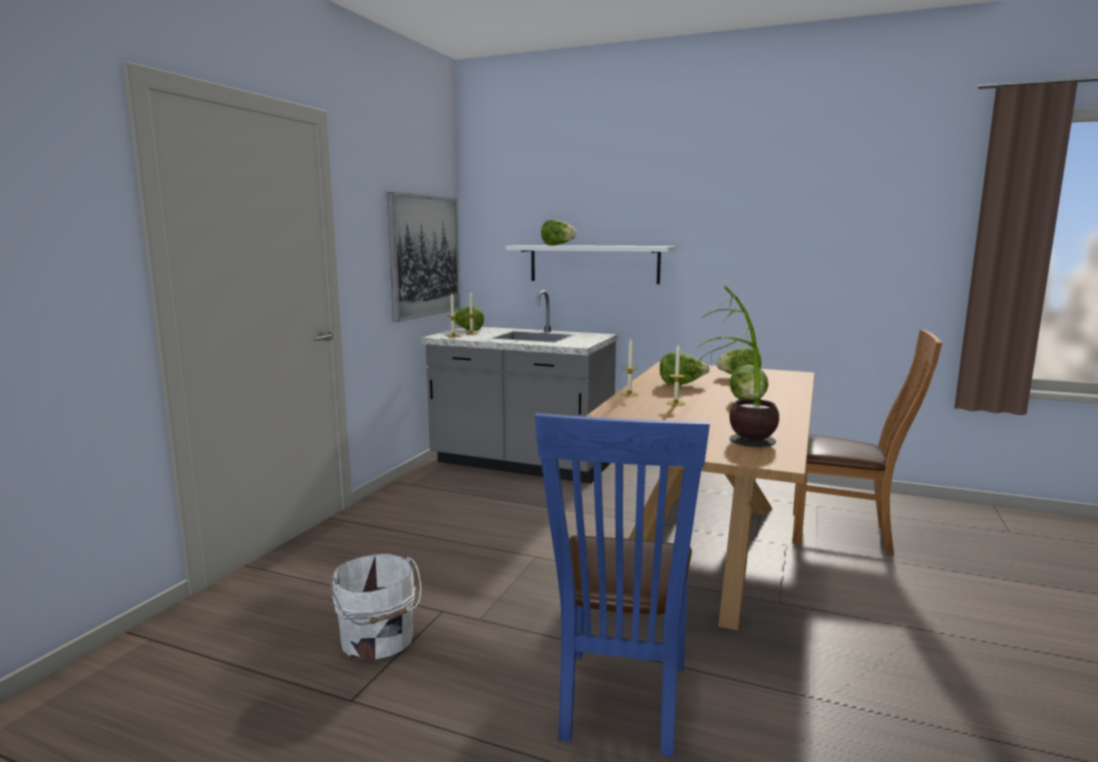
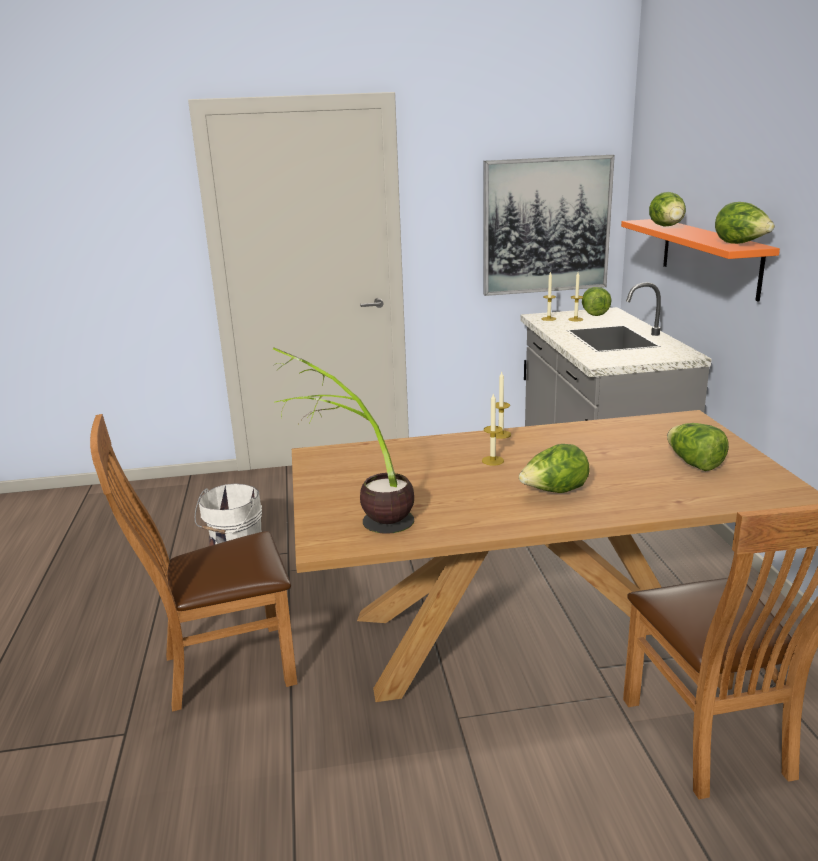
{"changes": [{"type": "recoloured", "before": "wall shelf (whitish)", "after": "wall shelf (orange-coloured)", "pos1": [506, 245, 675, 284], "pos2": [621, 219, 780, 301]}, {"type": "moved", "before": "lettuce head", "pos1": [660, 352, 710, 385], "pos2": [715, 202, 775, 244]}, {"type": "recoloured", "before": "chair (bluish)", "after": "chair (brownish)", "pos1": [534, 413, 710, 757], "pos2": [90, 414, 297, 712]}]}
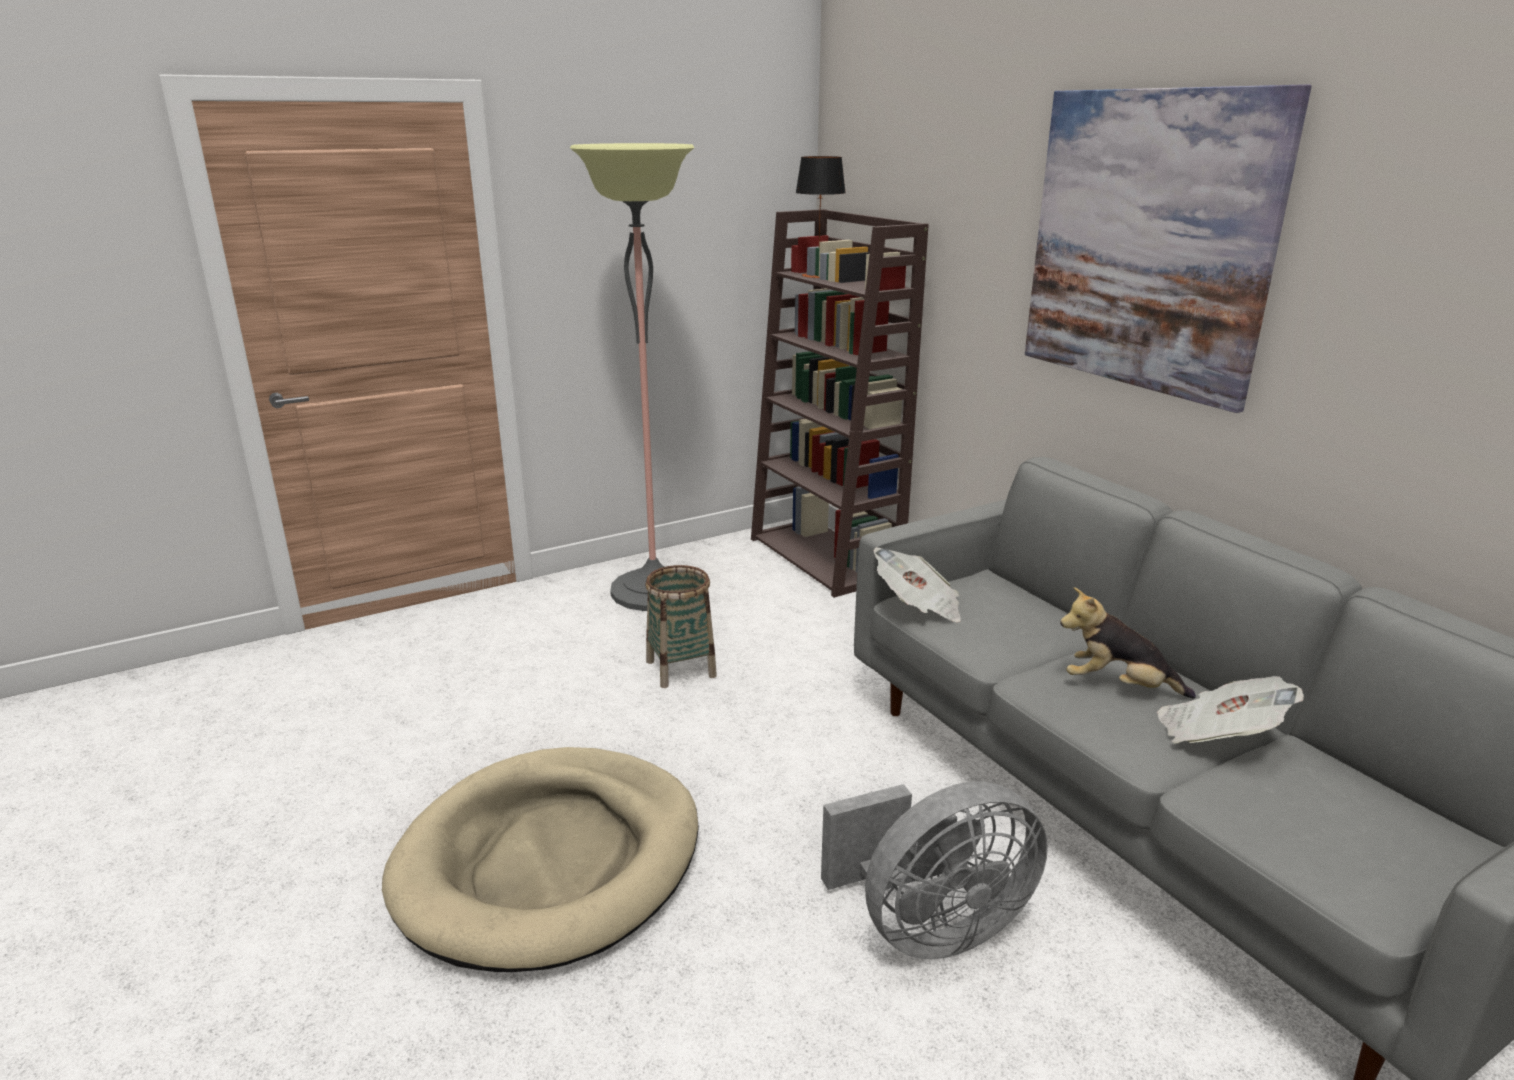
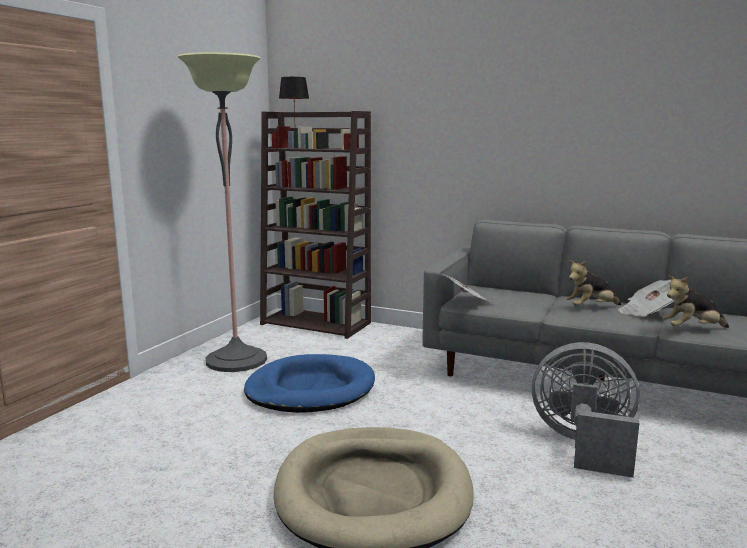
{"changes": [{"type": "removed", "before": "picture", "pos1": [1025, 85, 1312, 413]}, {"type": "replaced", "before": "basket", "after": "dog bed (bluish)", "pos1": [645, 565, 717, 688], "pos2": [244, 354, 375, 413]}, {"type": "turned", "before": "electric fan (grey)", "pos1": [821, 781, 1048, 959], "pos2": [532, 342, 640, 478], "turn": -105}, {"type": "added", "after": "cuddly toy", "pos2": [663, 275, 729, 328]}]}
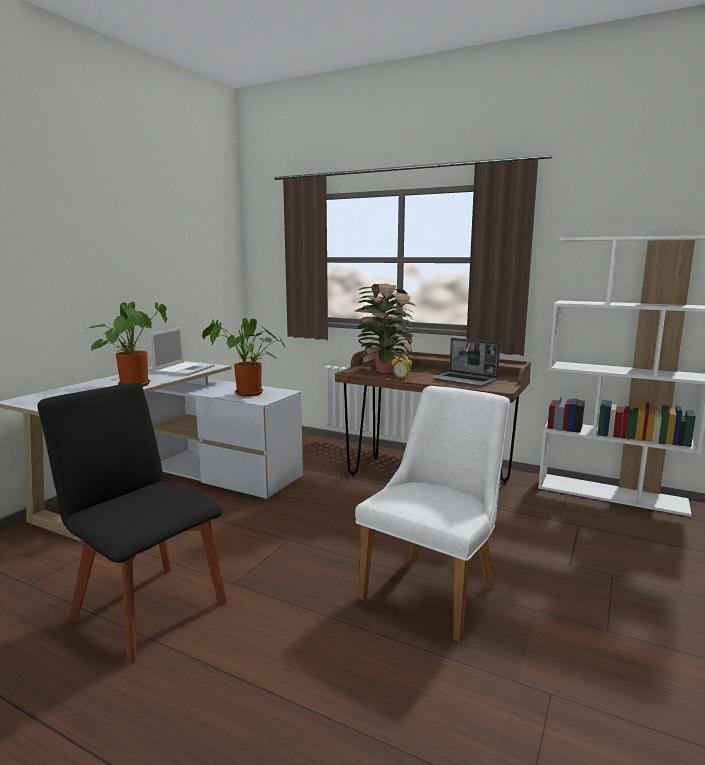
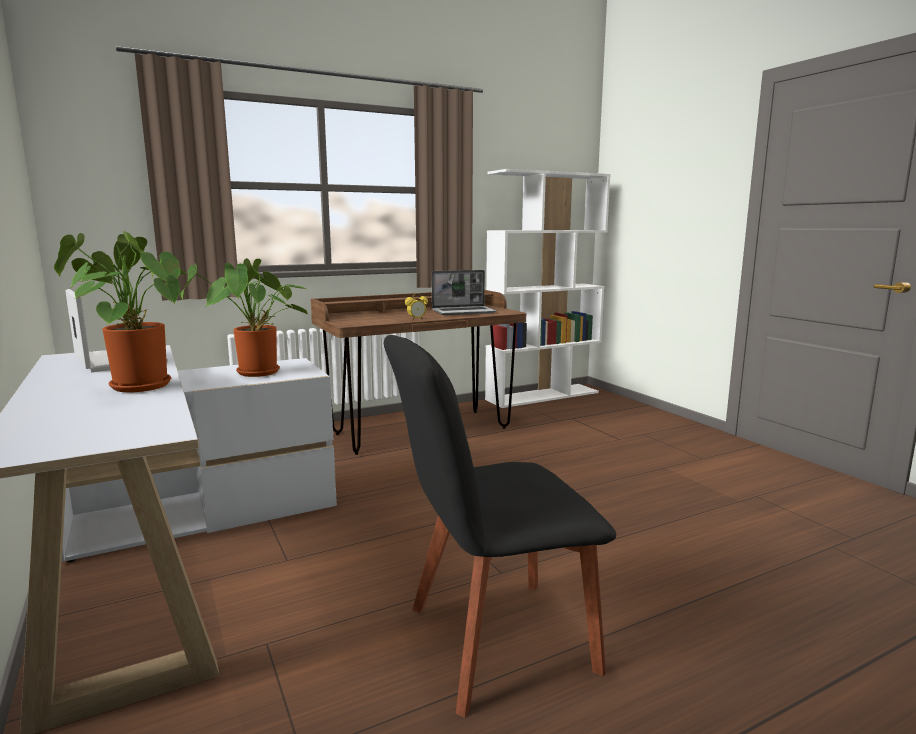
{"changes": [{"type": "removed", "before": "potted plant", "pos1": [355, 284, 417, 373]}, {"type": "removed", "before": "chair (whitish)", "pos1": [355, 386, 510, 643]}]}
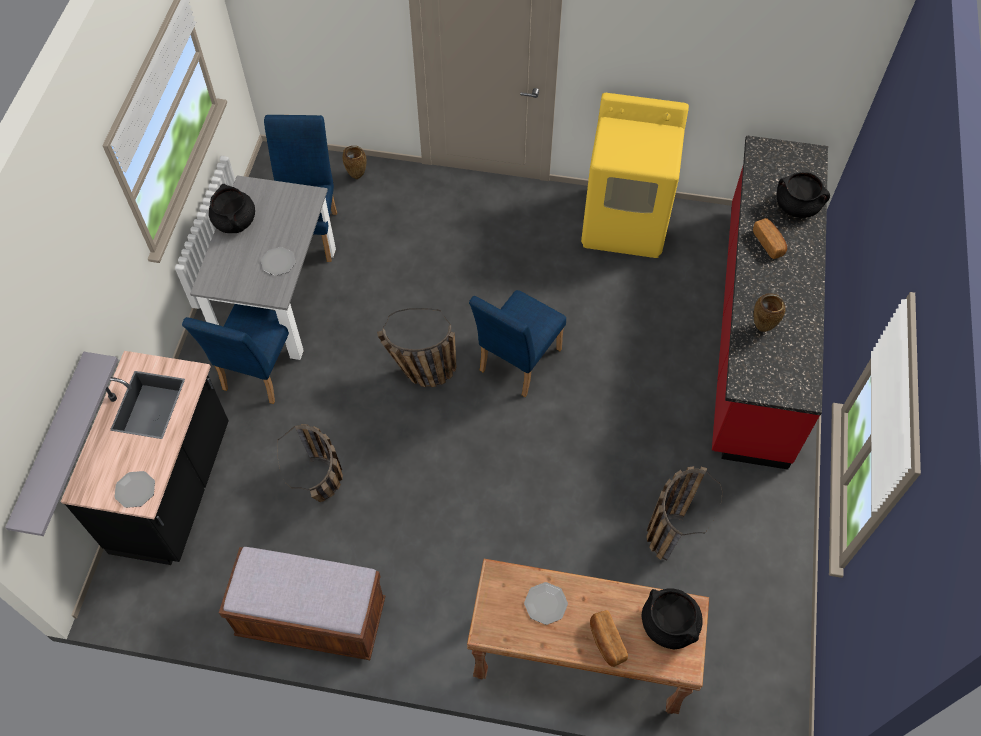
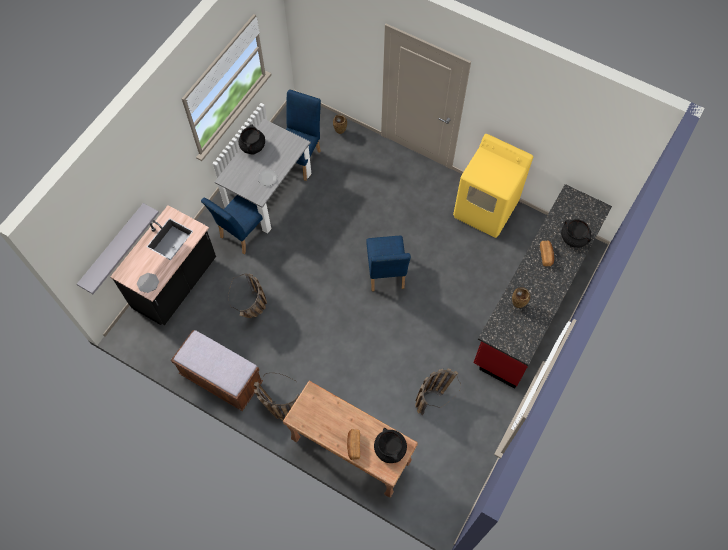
{"changes": [{"type": "turned", "before": "chair (bluish)", "pos1": [469, 290, 566, 397], "pos2": [366, 236, 411, 291], "turn": -60}, {"type": "moved", "before": "basket", "pos1": [377, 308, 456, 387], "pos2": [254, 373, 299, 421]}, {"type": "removed", "before": "plate", "pos1": [524, 582, 568, 625]}]}
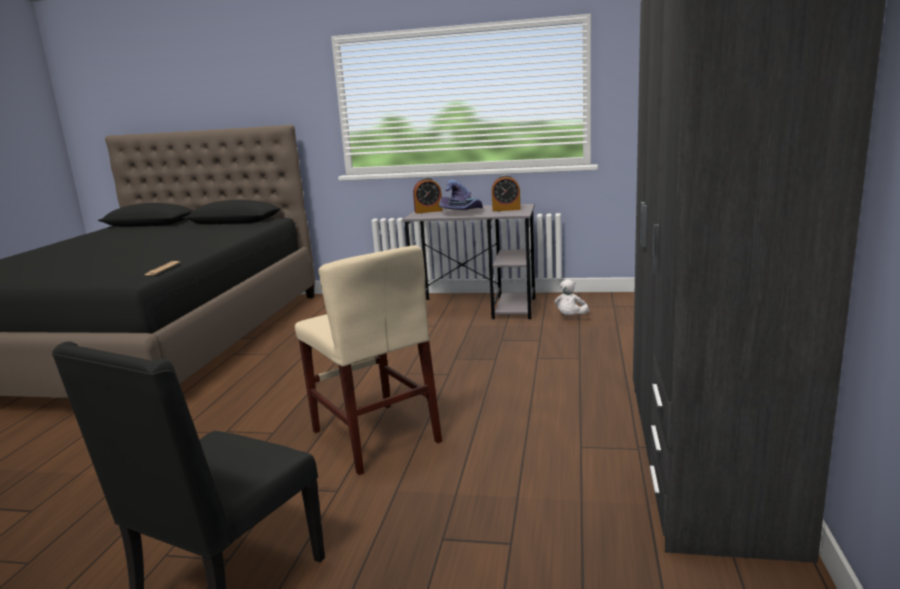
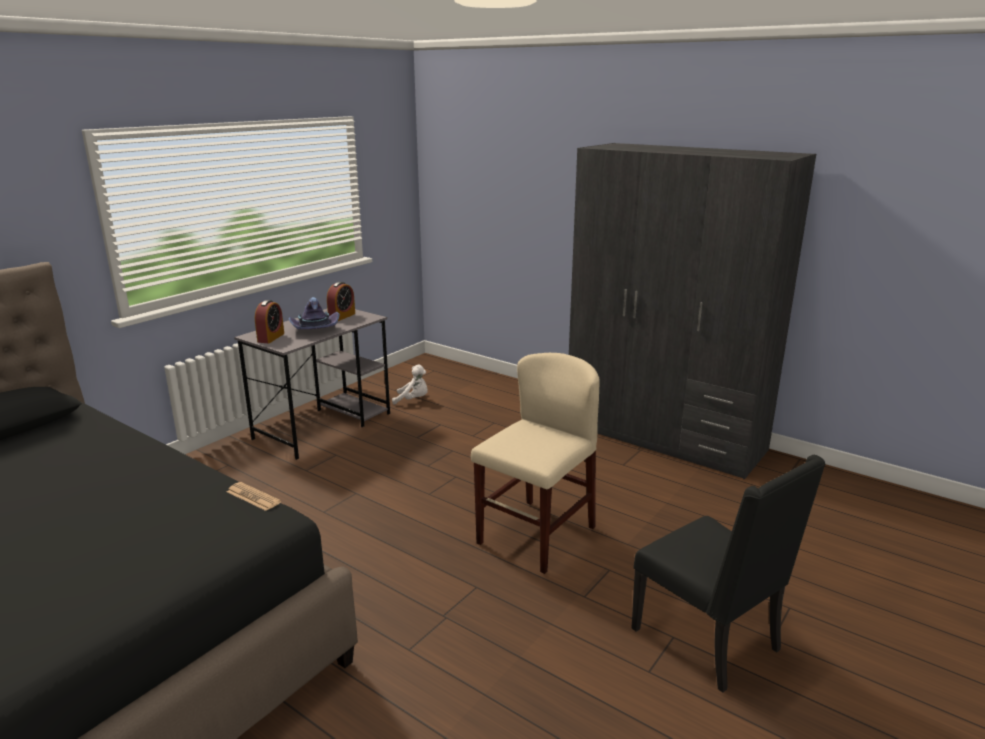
{"changes": [{"type": "turned", "before": "chair (beige)", "pos1": [295, 245, 442, 475], "pos2": [471, 353, 600, 574], "turn": -45}, {"type": "turned", "before": "cuddly toy (whitish)", "pos1": [555, 279, 589, 315], "pos2": [392, 365, 428, 405], "turn": -45}]}
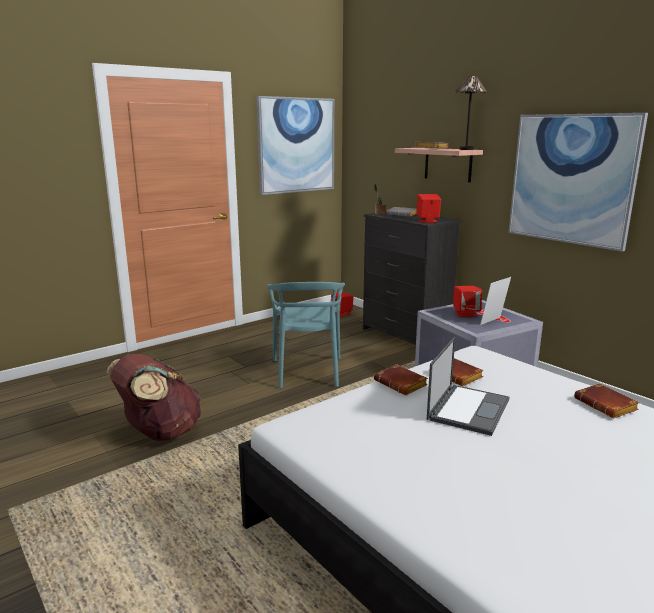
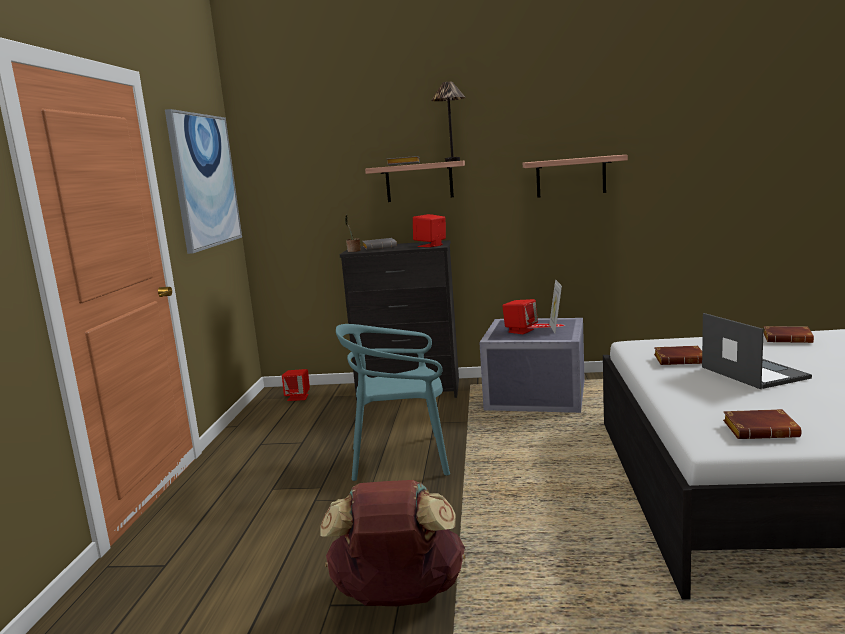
{"changes": [{"type": "replaced", "before": "picture", "after": "wall shelf", "pos1": [508, 113, 648, 252], "pos2": [523, 155, 628, 198]}, {"type": "turned", "before": "chair (turquoise-coloured)", "pos1": [267, 282, 345, 389], "pos2": [336, 324, 450, 481], "turn": 135}, {"type": "moved", "before": "bound book (brownish)", "pos1": [374, 364, 428, 395], "pos2": [723, 409, 801, 439]}]}
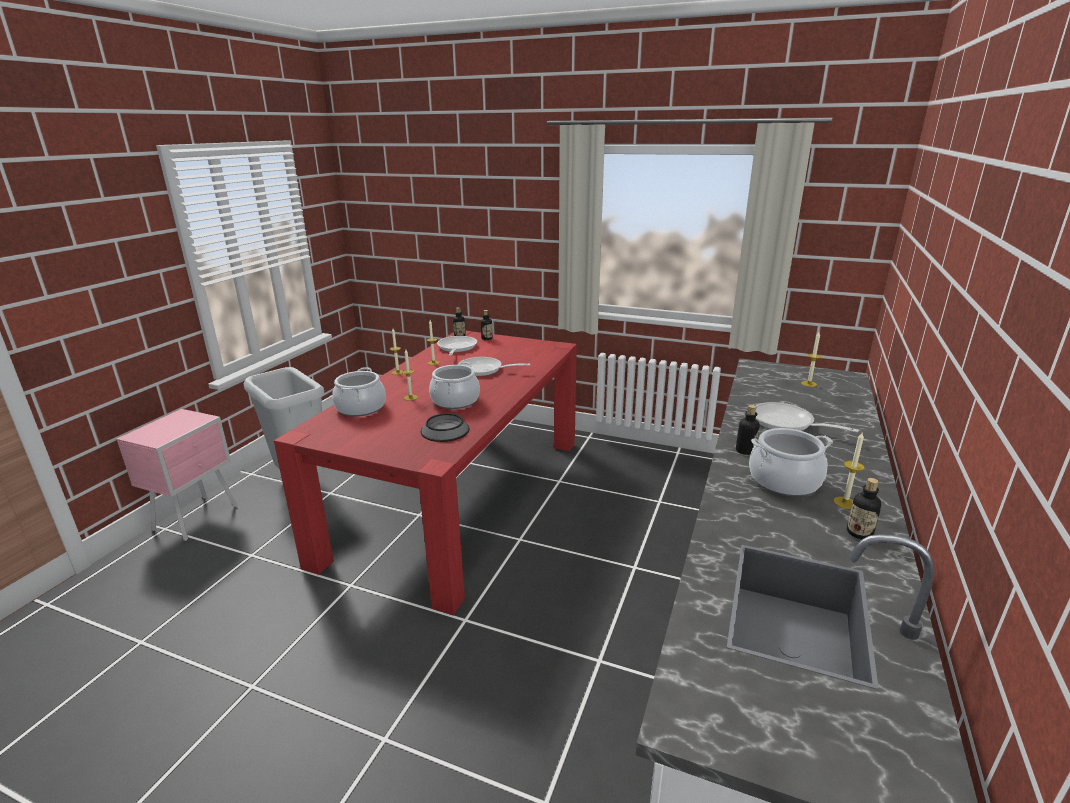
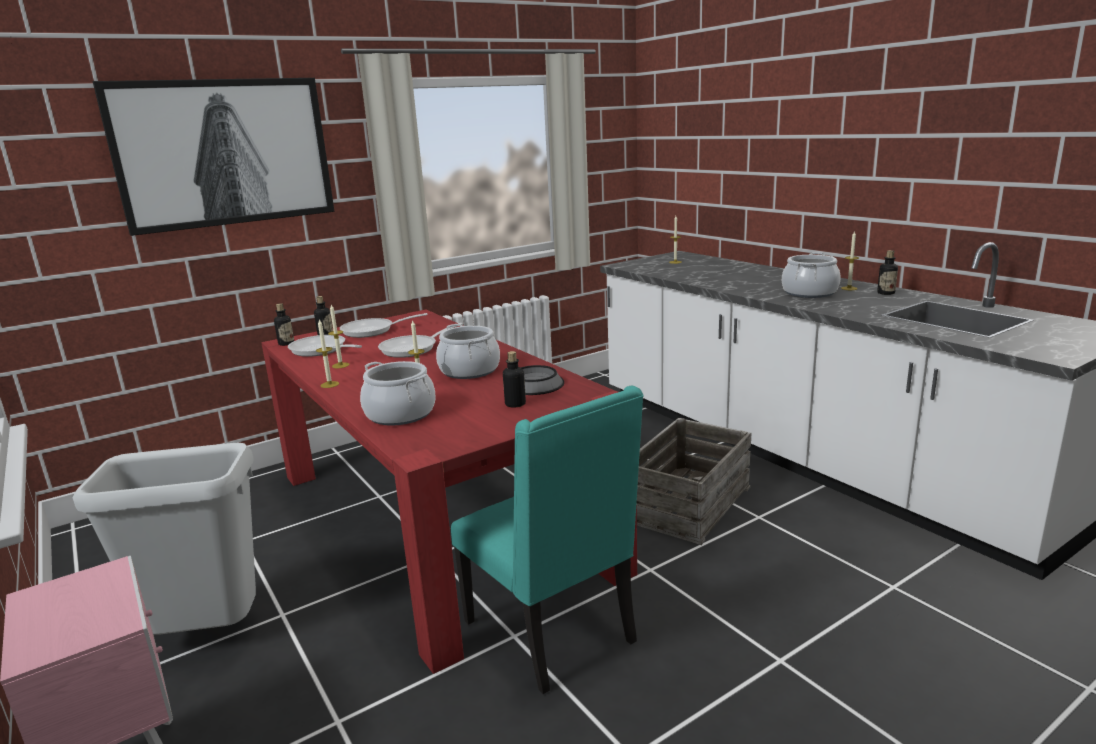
{"changes": [{"type": "moved", "before": "skillet", "pos1": [755, 402, 859, 432], "pos2": [340, 313, 427, 338]}, {"type": "moved", "before": "beverage bottle", "pos1": [736, 405, 760, 455], "pos2": [503, 351, 526, 408]}, {"type": "added", "after": "picture", "pos2": [93, 78, 335, 236]}, {"type": "added", "after": "chair (turquoise-coloured)", "pos2": [451, 386, 644, 694]}, {"type": "added", "after": "crate", "pos2": [637, 418, 751, 545]}]}
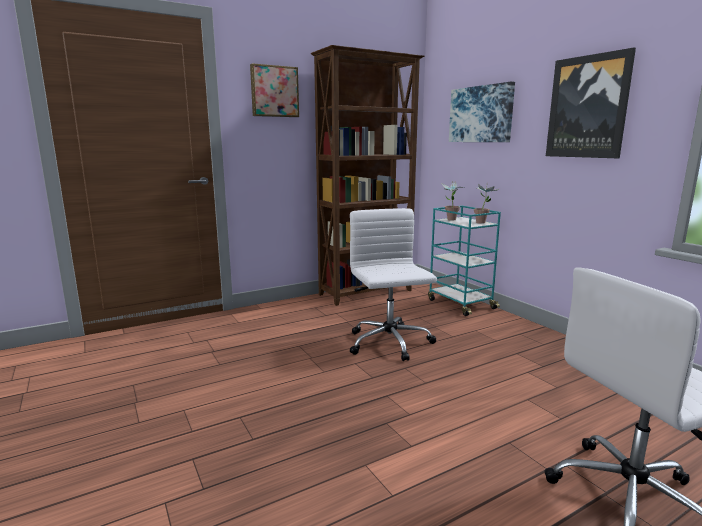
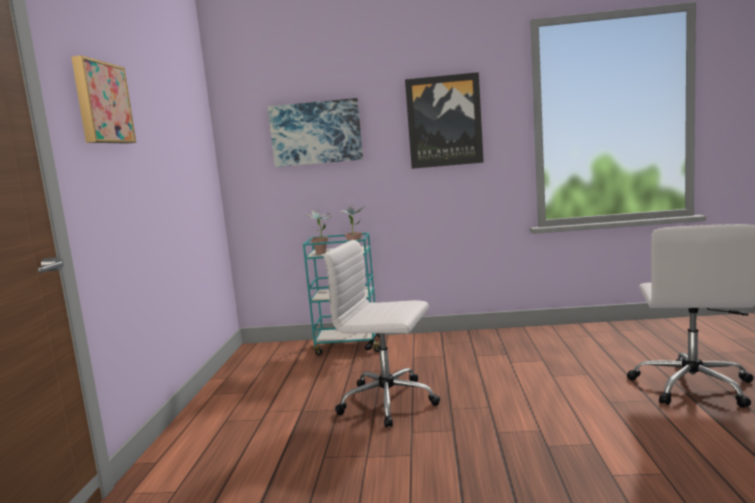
{"changes": [{"type": "removed", "before": "shelving unit (brownish)", "pos1": [311, 45, 424, 306]}]}
